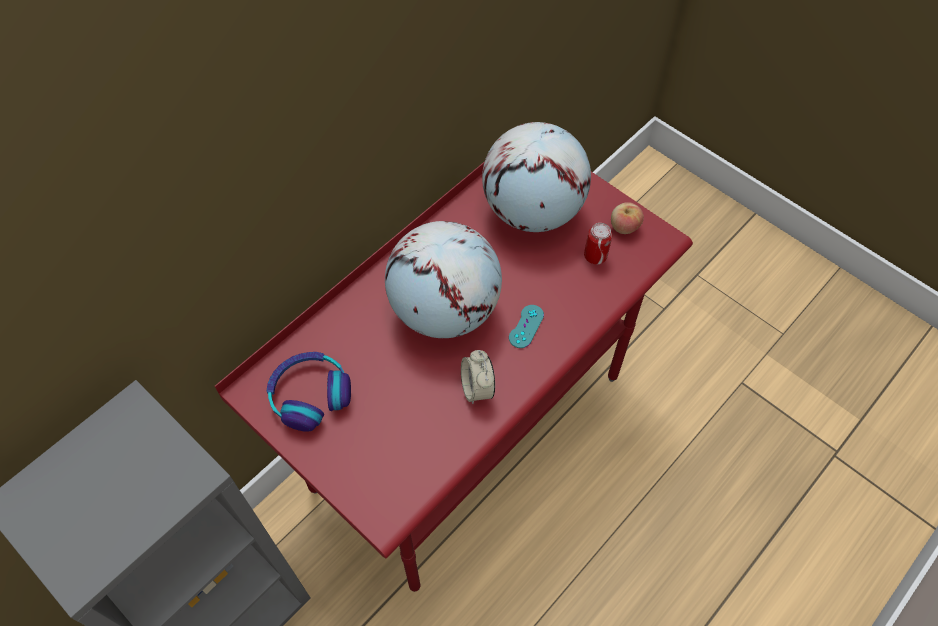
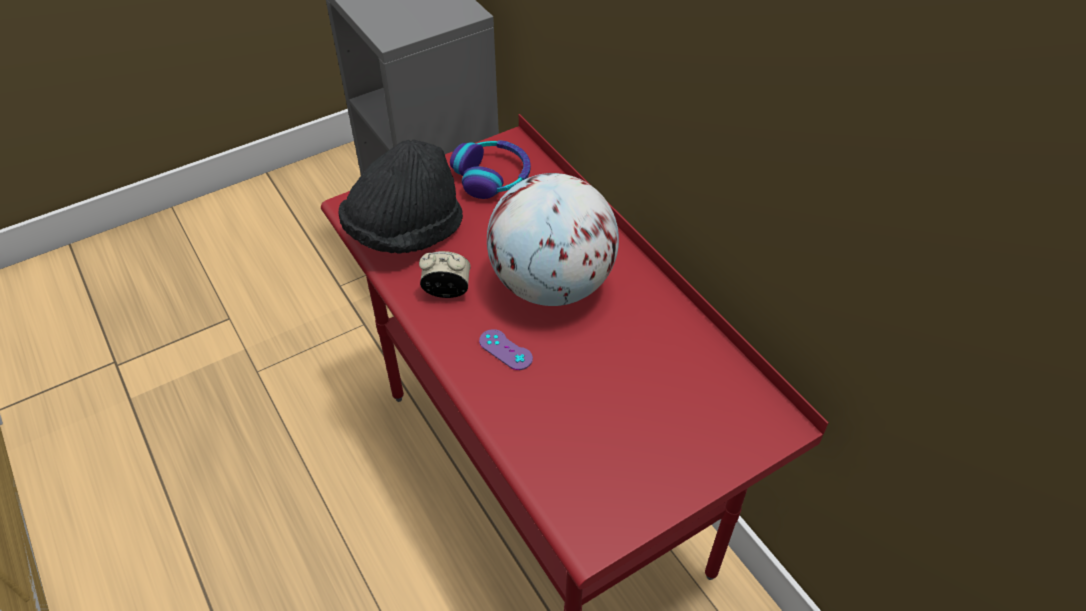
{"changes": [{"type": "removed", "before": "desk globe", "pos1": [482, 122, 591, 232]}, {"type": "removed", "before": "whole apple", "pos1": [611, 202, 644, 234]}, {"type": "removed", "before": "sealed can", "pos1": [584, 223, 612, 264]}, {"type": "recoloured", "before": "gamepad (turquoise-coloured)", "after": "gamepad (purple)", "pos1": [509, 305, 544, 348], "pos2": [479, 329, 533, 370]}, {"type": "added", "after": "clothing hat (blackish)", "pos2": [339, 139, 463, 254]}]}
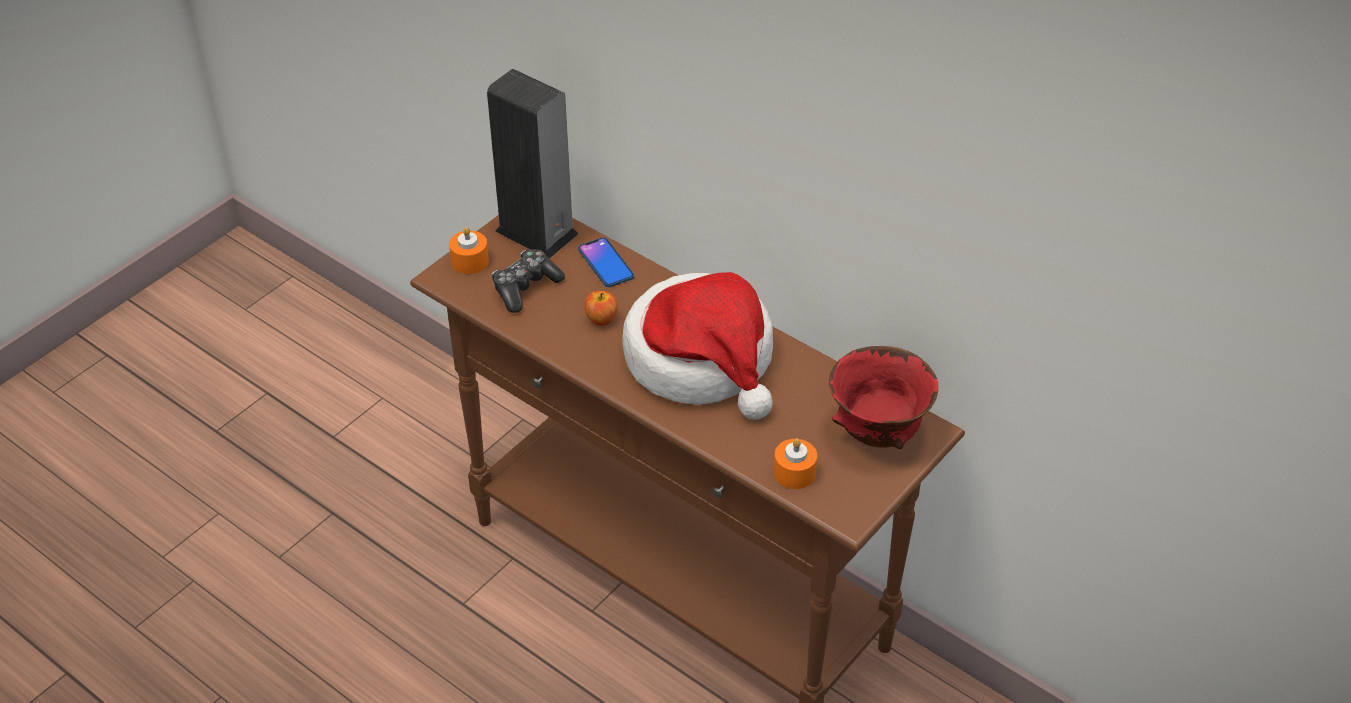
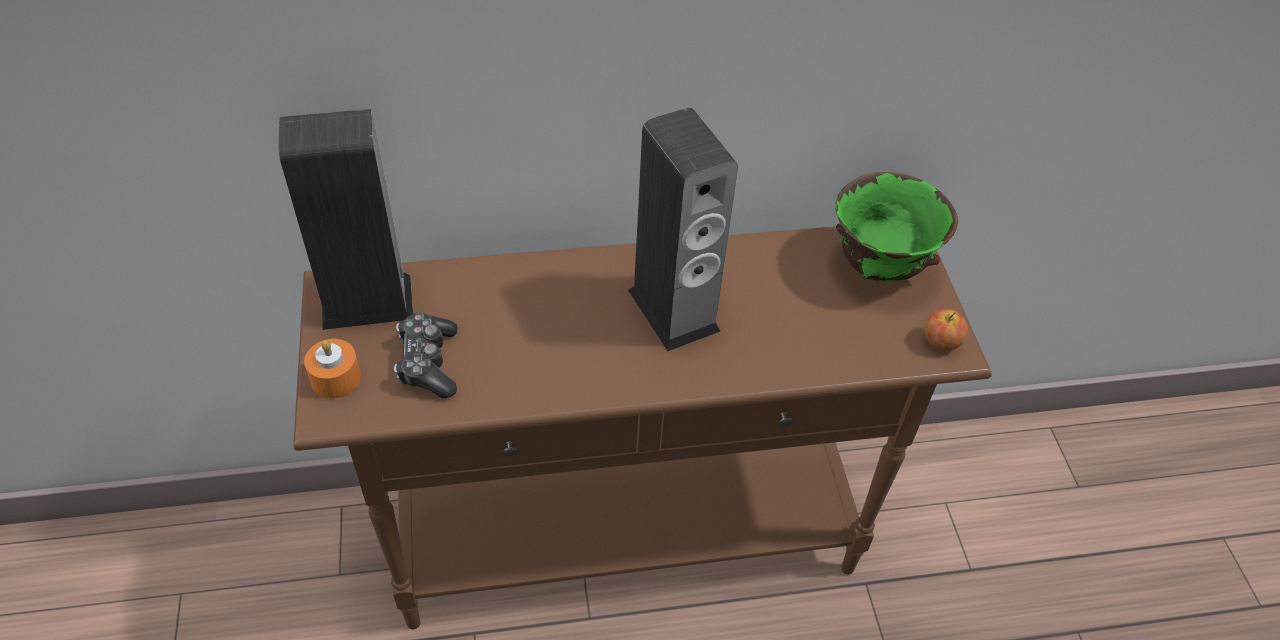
{"changes": [{"type": "removed", "before": "phone", "pos1": [578, 237, 634, 287]}, {"type": "replaced", "before": "clothing hat", "after": "audio speaker", "pos1": [622, 272, 773, 420], "pos2": [628, 108, 738, 351]}, {"type": "moved", "before": "whole apple", "pos1": [584, 291, 618, 326], "pos2": [924, 309, 968, 350]}, {"type": "recoloured", "before": "serving bowl (reddish)", "after": "serving bowl (green-coloured)", "pos1": [829, 346, 938, 449], "pos2": [835, 172, 958, 282]}, {"type": "removed", "before": "wax candle (orange-coloured)", "pos1": [774, 438, 817, 489]}]}
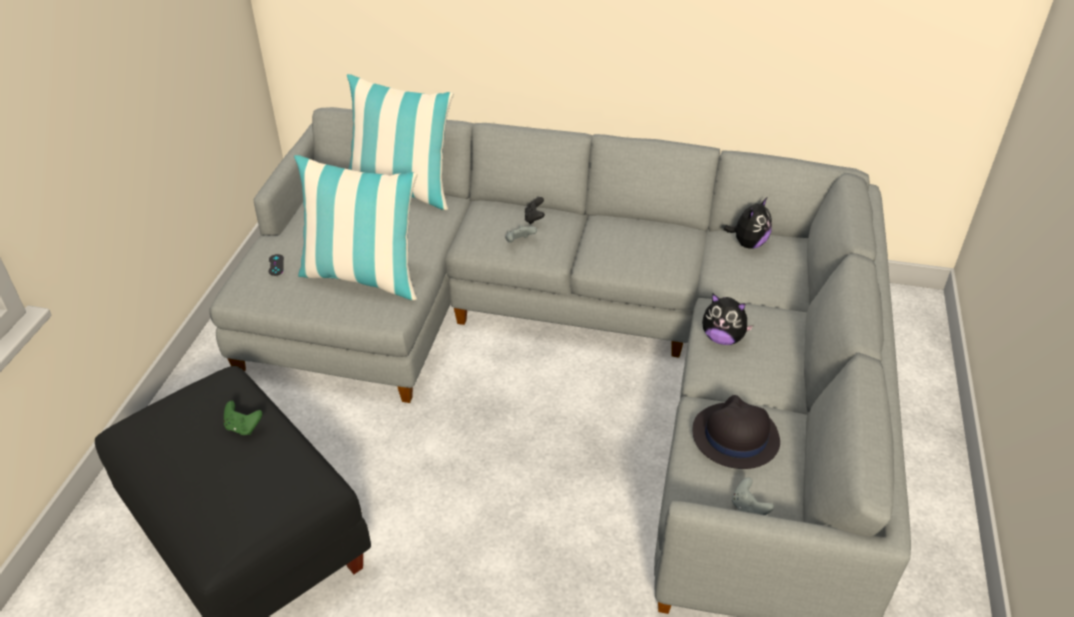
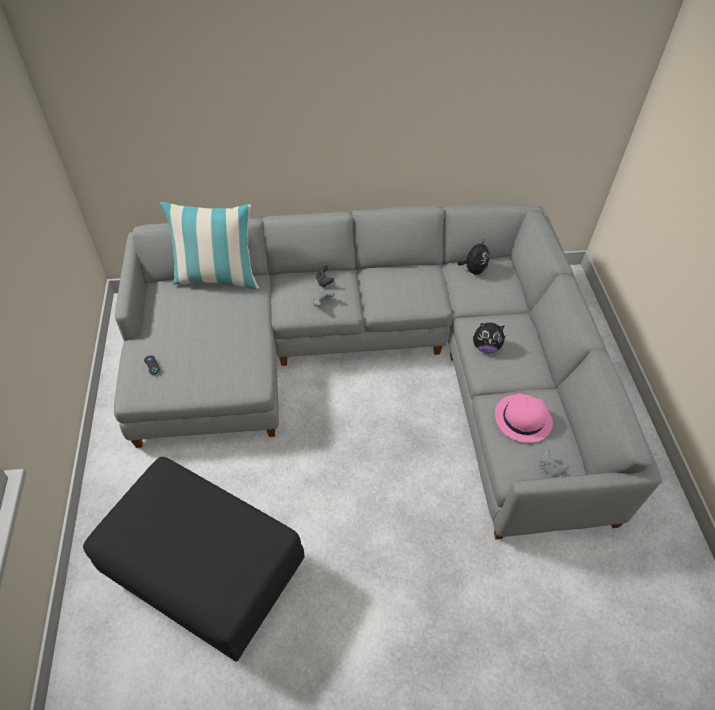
{"changes": [{"type": "removed", "before": "cushion", "pos1": [294, 155, 418, 300]}, {"type": "recoloured", "before": "clothing hat (blackish)", "after": "clothing hat (pink-coloured)", "pos1": [693, 395, 780, 469], "pos2": [495, 393, 553, 443]}, {"type": "removed", "before": "gamepad (green-coloured)", "pos1": [224, 401, 263, 435]}]}
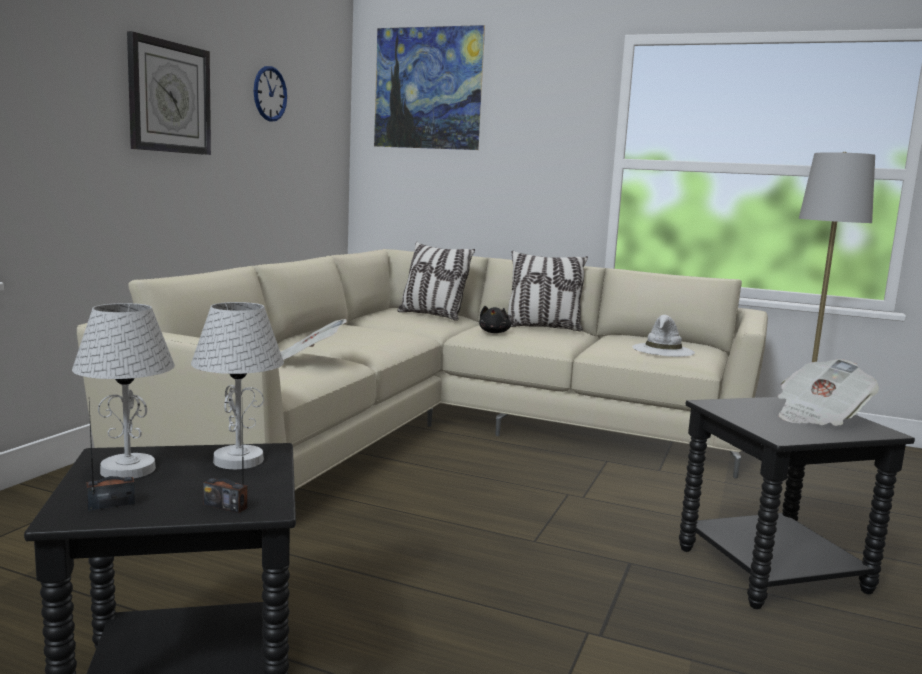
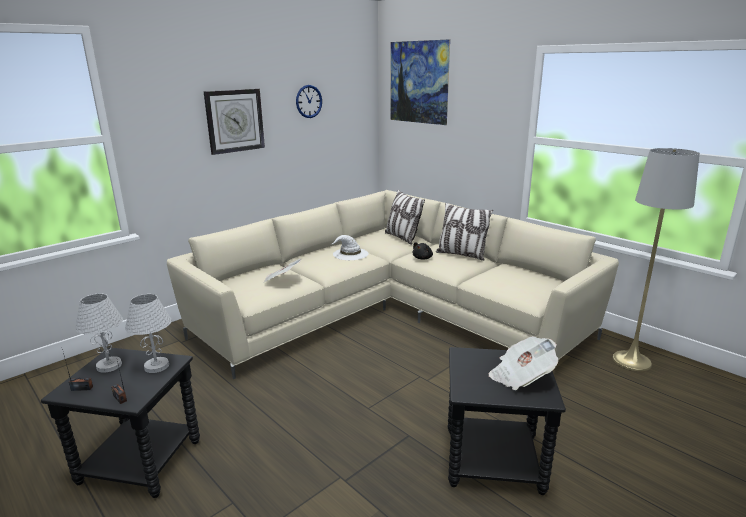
{"changes": [{"type": "moved", "before": "clothing hat (whitish)", "pos1": [632, 315, 695, 357], "pos2": [331, 235, 368, 260]}]}
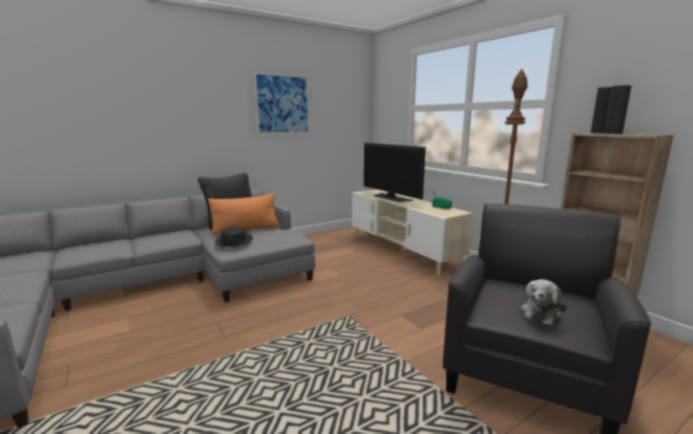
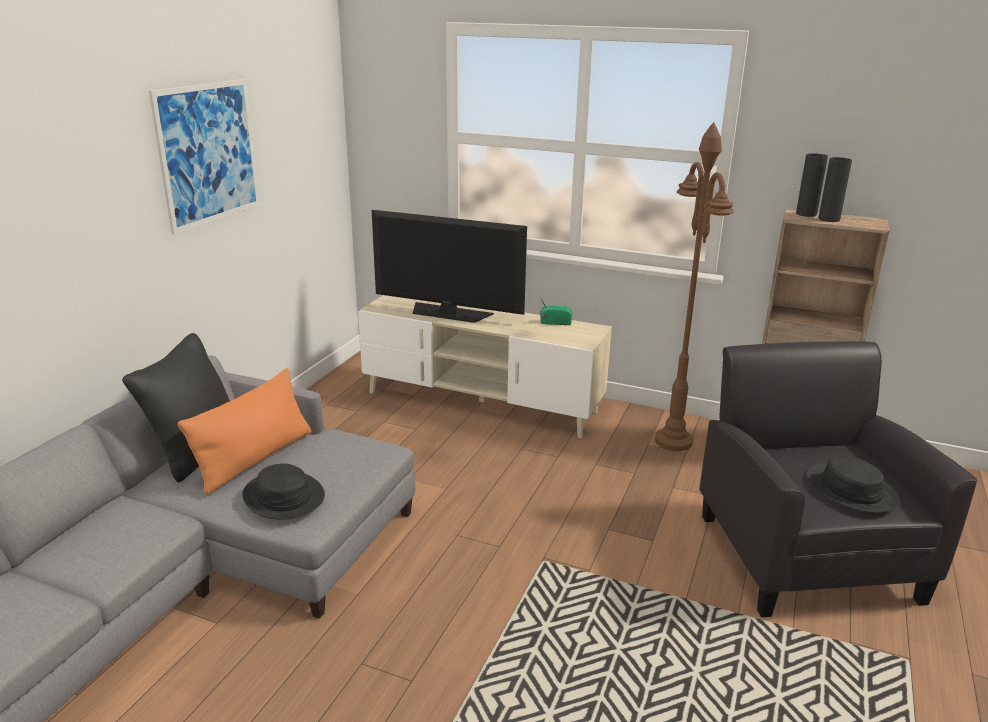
{"changes": [{"type": "replaced", "before": "cuddly toy", "after": "clothing hat (blackish)", "pos1": [521, 279, 567, 326], "pos2": [807, 456, 899, 513]}]}
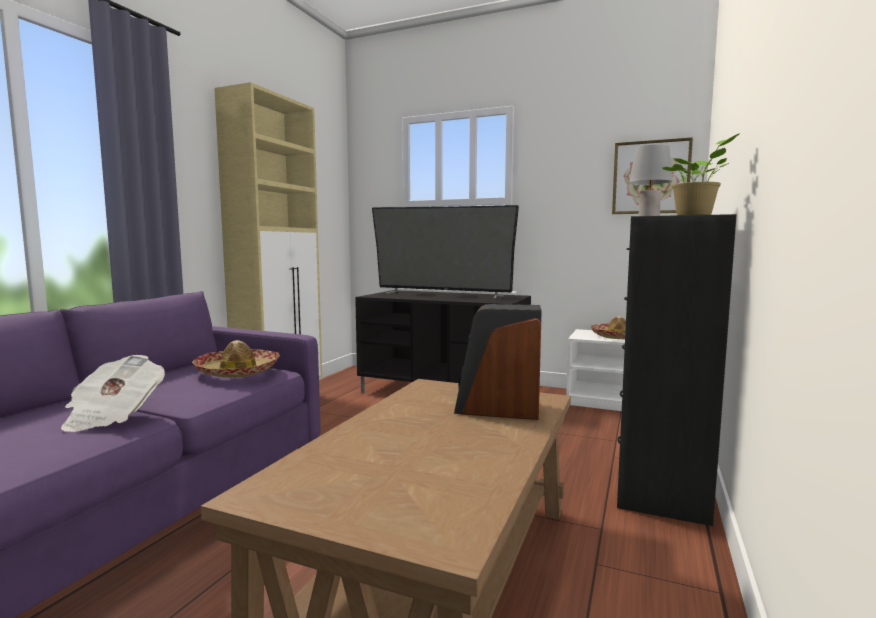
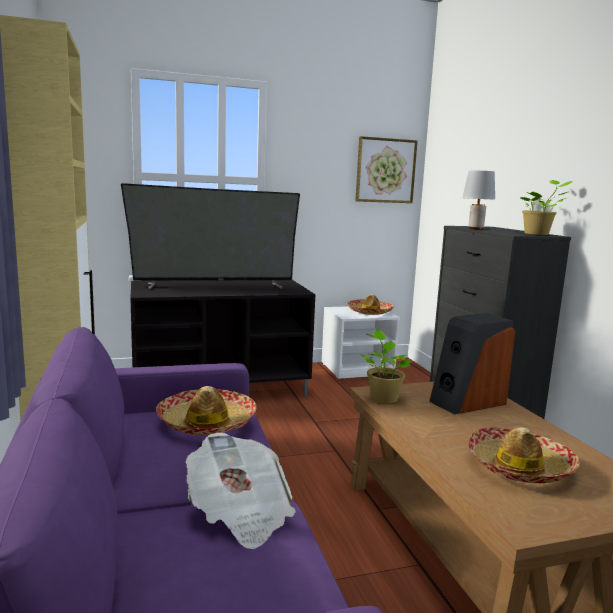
{"changes": [{"type": "added", "after": "potted plant", "pos2": [360, 329, 411, 404]}, {"type": "added", "after": "clothing hat", "pos2": [467, 427, 580, 483]}]}
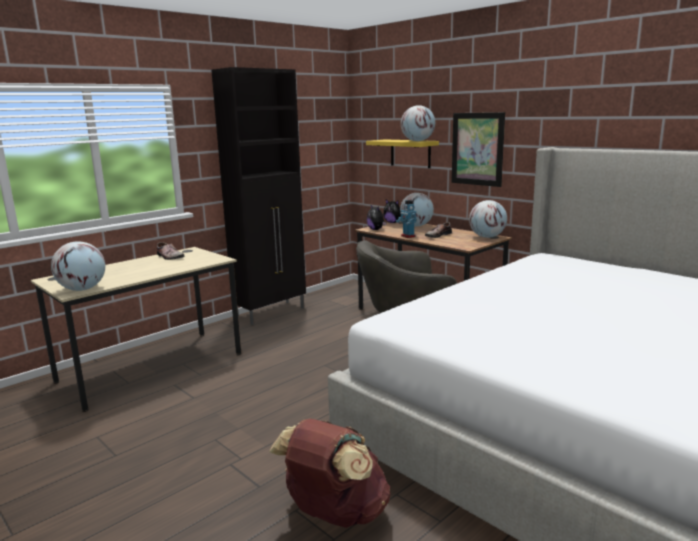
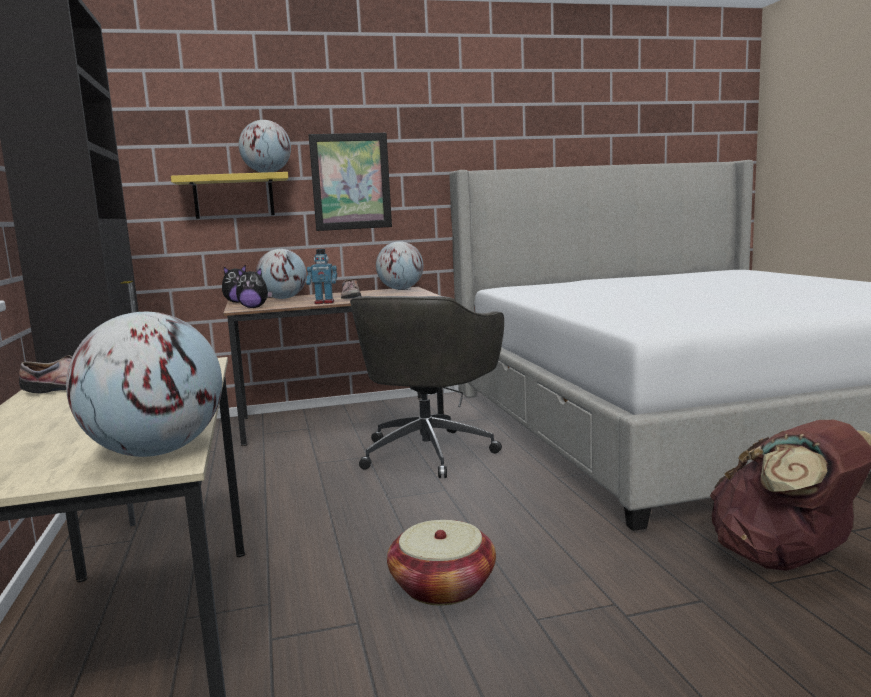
{"changes": [{"type": "added", "after": "basket", "pos2": [387, 520, 496, 606]}]}
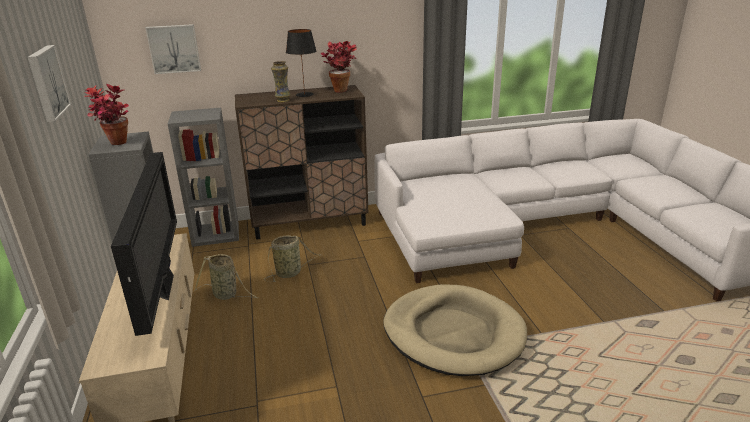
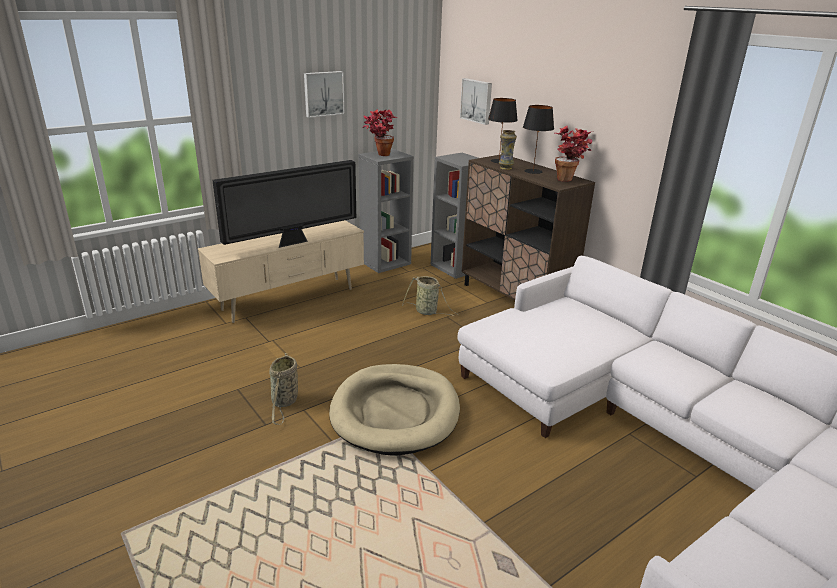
{"changes": [{"type": "moved", "before": "basket", "pos1": [194, 254, 258, 300], "pos2": [269, 353, 298, 425]}, {"type": "added", "after": "tabletop lamp (blackish)", "pos2": [488, 98, 518, 163]}]}
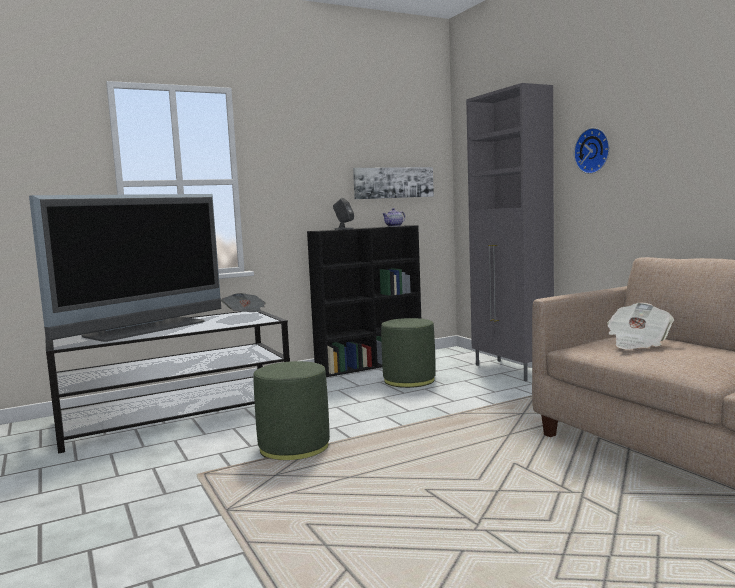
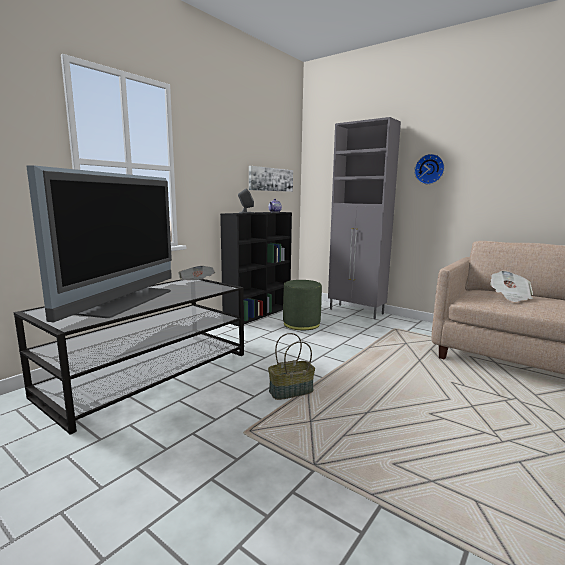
{"changes": [{"type": "replaced", "before": "ottoman (green-coloured)", "after": "basket", "pos1": [253, 361, 330, 460], "pos2": [268, 333, 315, 400]}]}
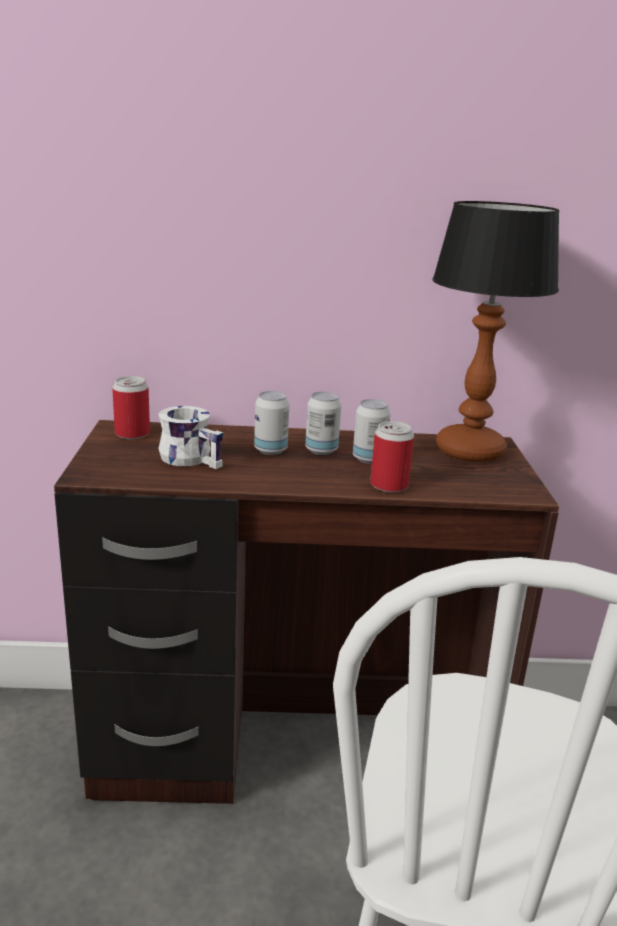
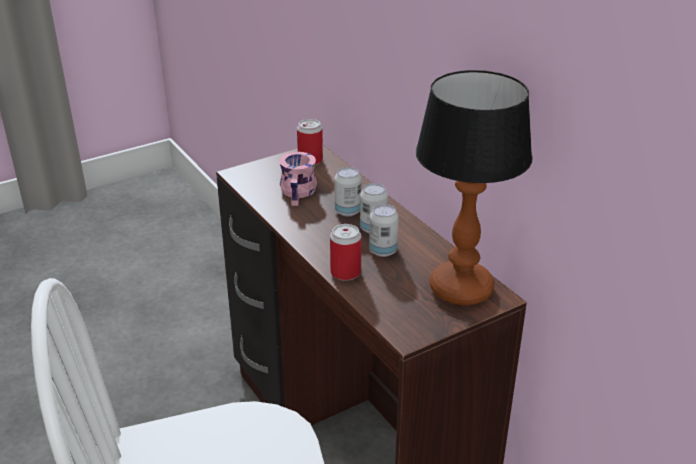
{"changes": [{"type": "recoloured", "before": "mug (whitish)", "after": "mug (pink-coloured)", "pos1": [158, 406, 223, 469], "pos2": [279, 152, 317, 206]}]}
